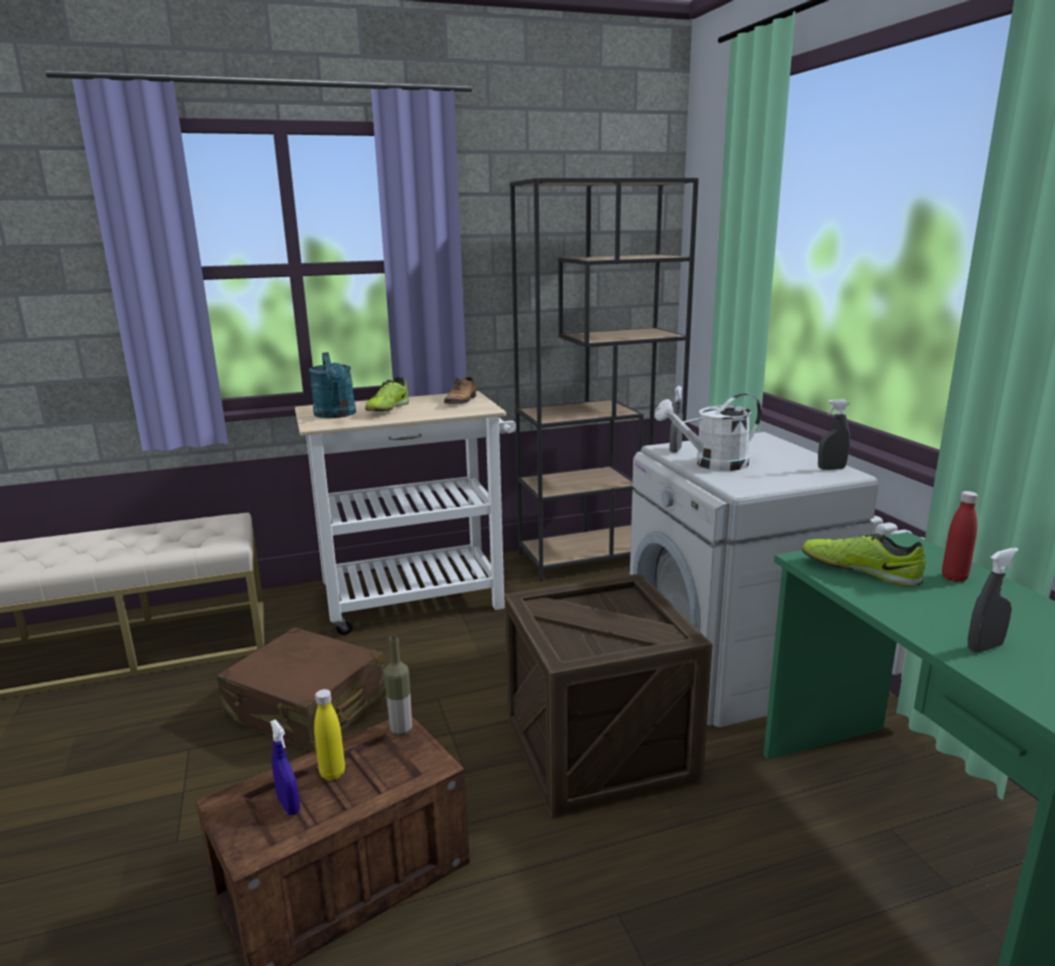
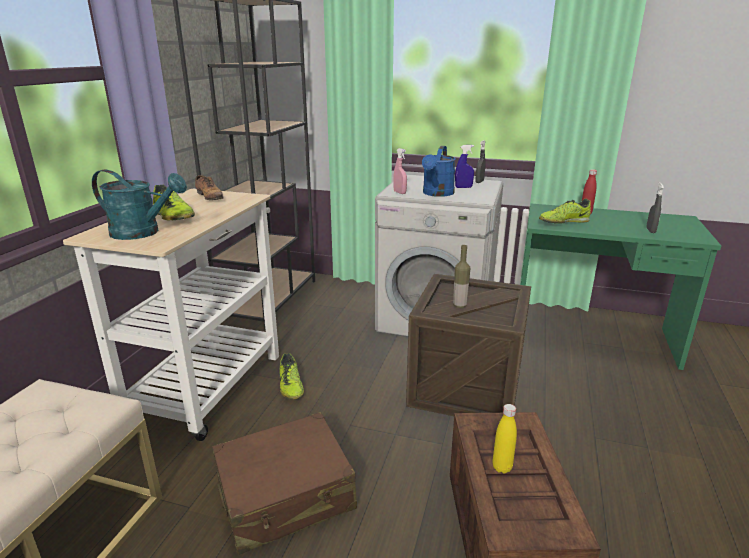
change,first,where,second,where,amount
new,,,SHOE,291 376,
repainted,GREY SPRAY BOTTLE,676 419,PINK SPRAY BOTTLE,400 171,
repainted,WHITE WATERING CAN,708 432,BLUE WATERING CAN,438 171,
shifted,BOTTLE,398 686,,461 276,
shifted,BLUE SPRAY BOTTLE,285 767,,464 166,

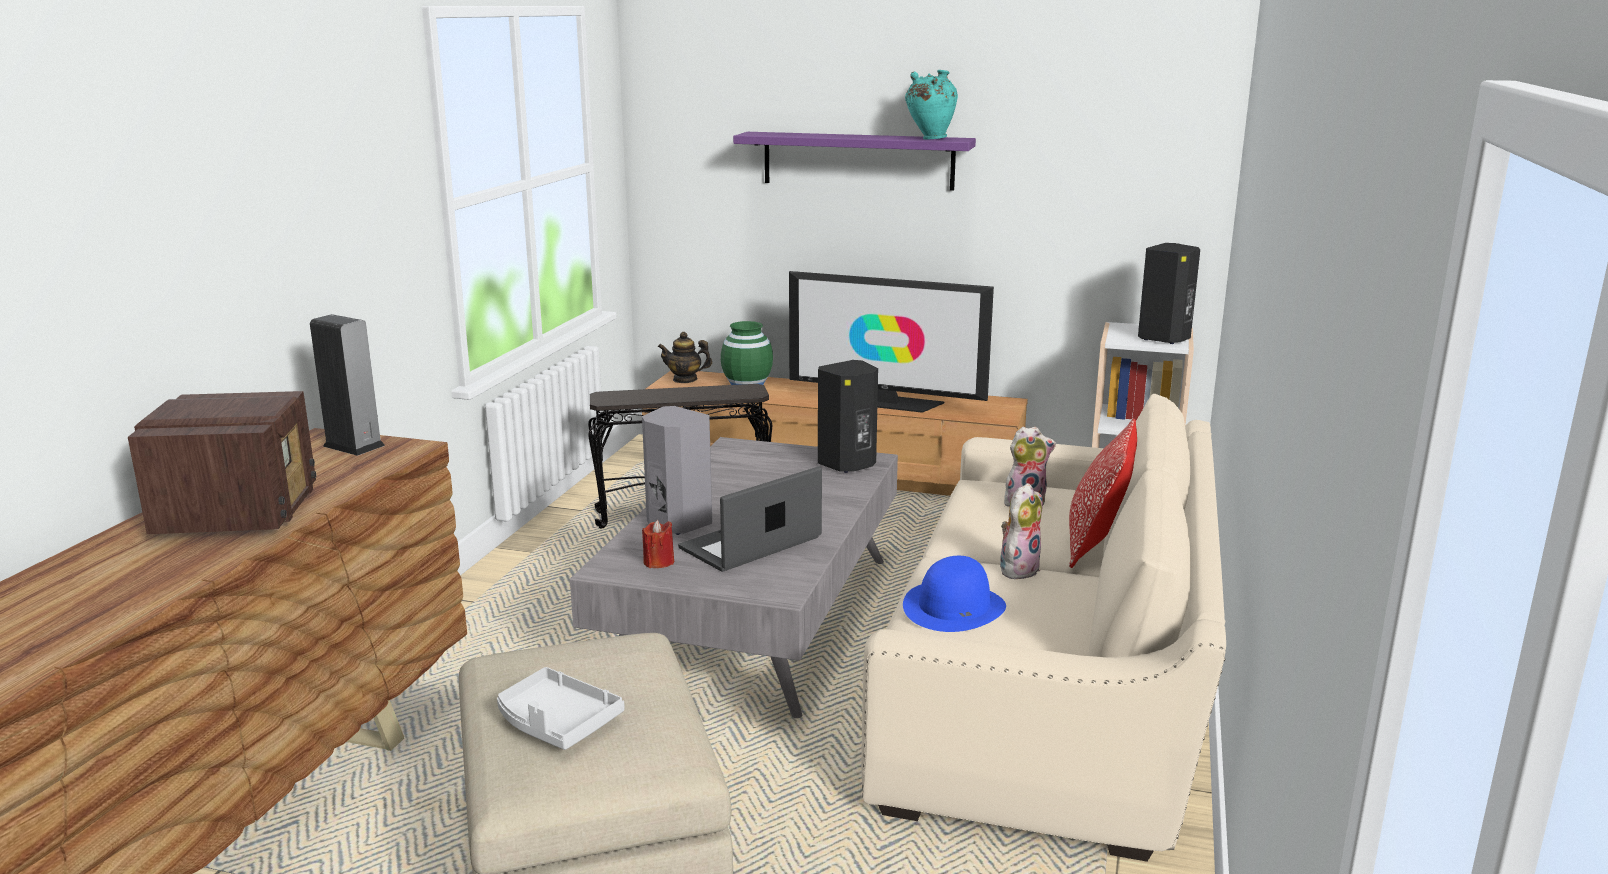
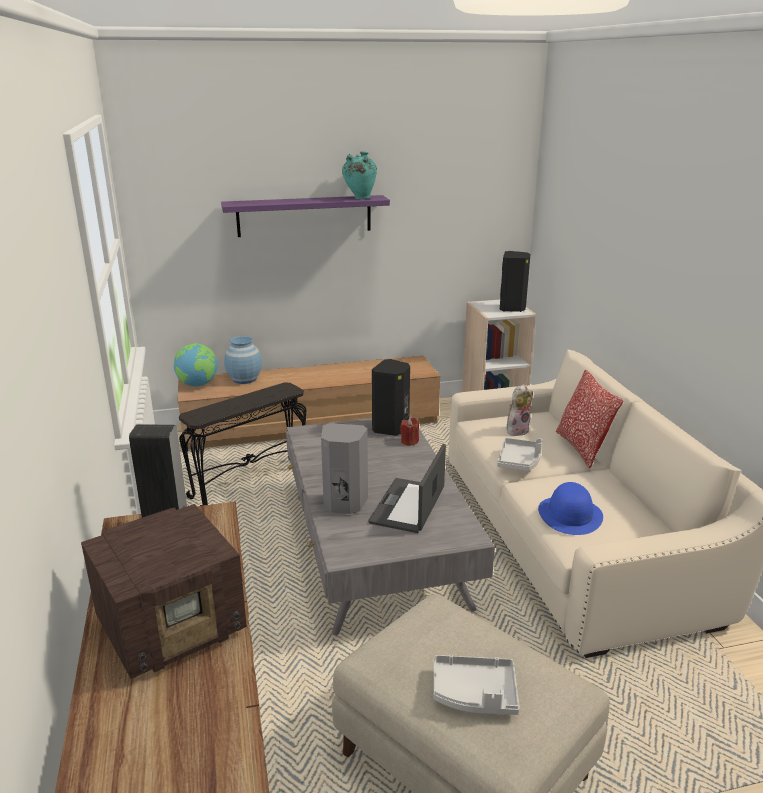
change,first,where,second,where,amount
rotated,RADIO,222 462,,164 591,90 degrees clockwise
swapped,TEAPOT,685 357,GLOBE,196 365,
repainted,GREEN VASE,747 353,BLUE VASE,243 360,
shifted,RED CANDLE,658 544,,409 431,
new,,,GREY TRAY,519 454,
gone,TELEVISION,891 342,,,
gone,PLUSH TOY,1021 531,,,

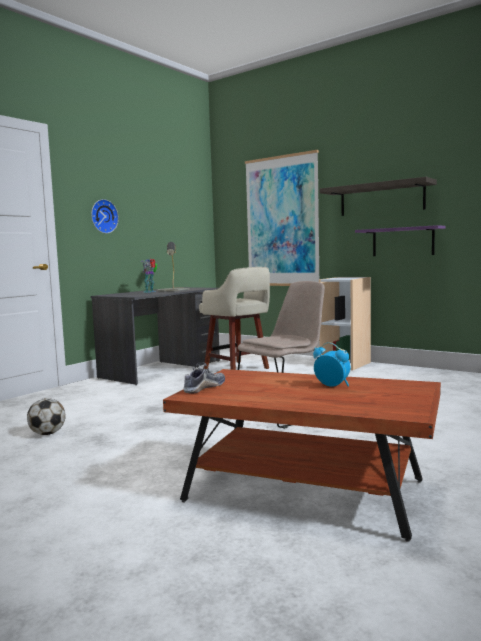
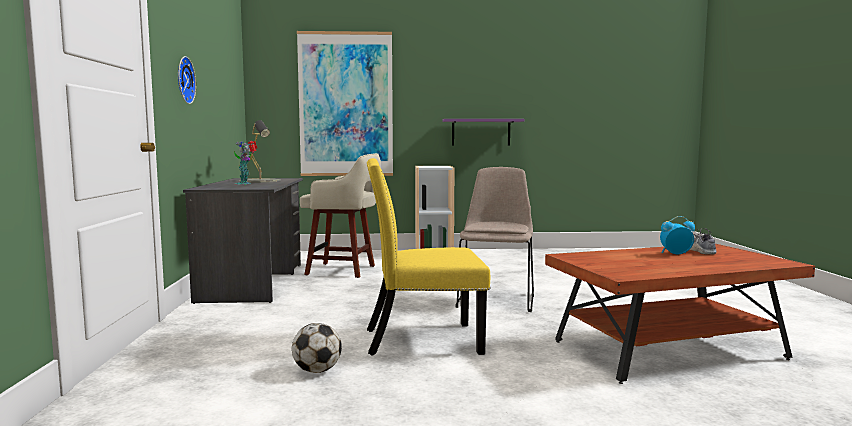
change,first,where,second,where,amount
new,,,YELLOW CHAIR,429 257,
shifted,SHOE,204 377,,703 241,
gone,SHELF,378 196,,,

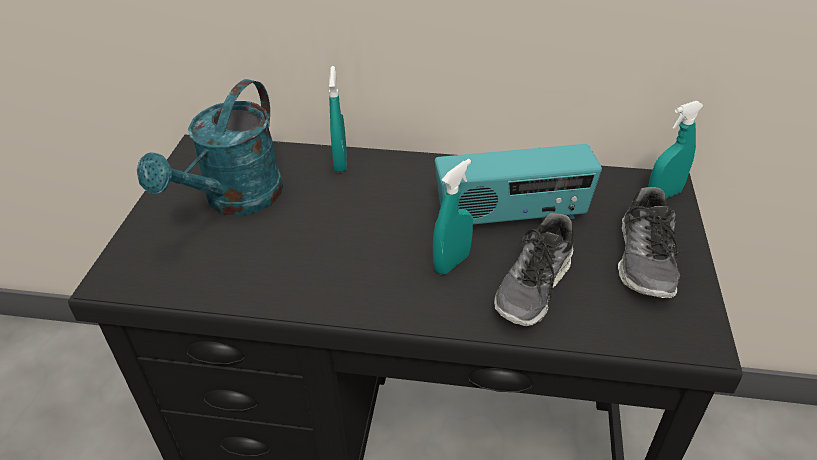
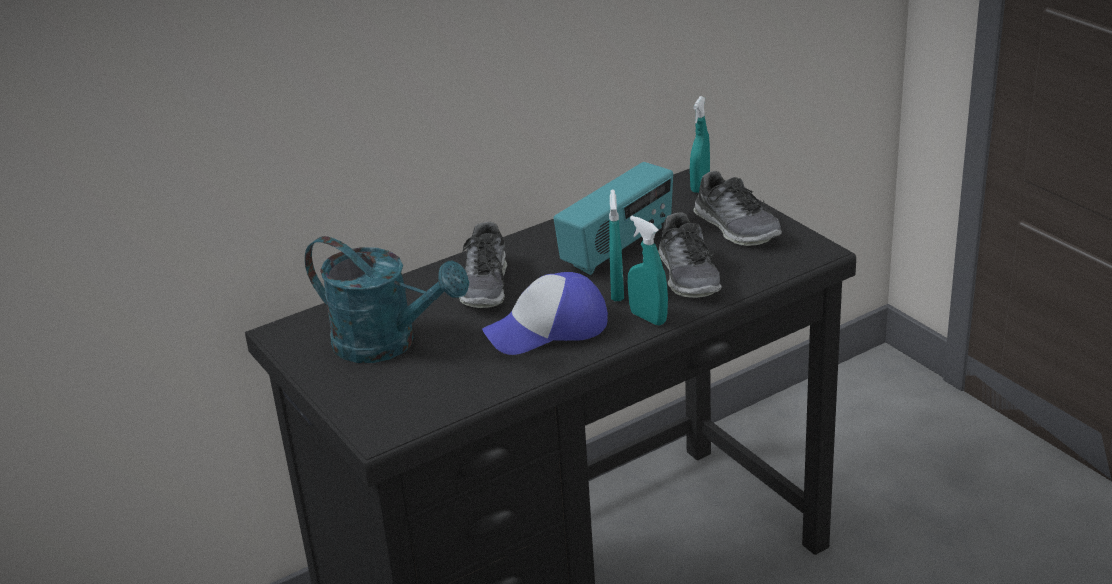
change,first,where,second,where,amount
rotated,TURQUOISE WATERING CAN,210 147,,387 299,45 degrees counterclockwise
new,,,SHOE,483 265,
new,,,CAP,545 313,
shifted,TURQUOISE SPRAY BOTTLE,338 119,,648 270,

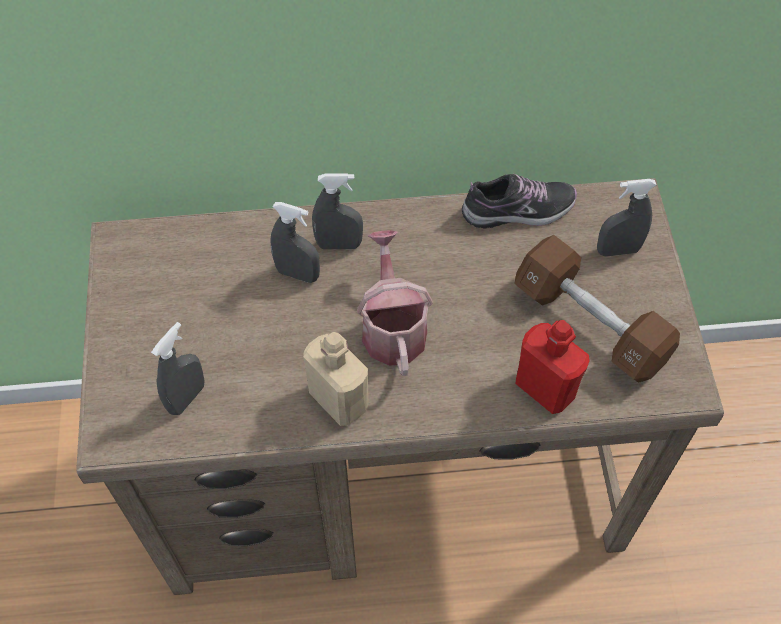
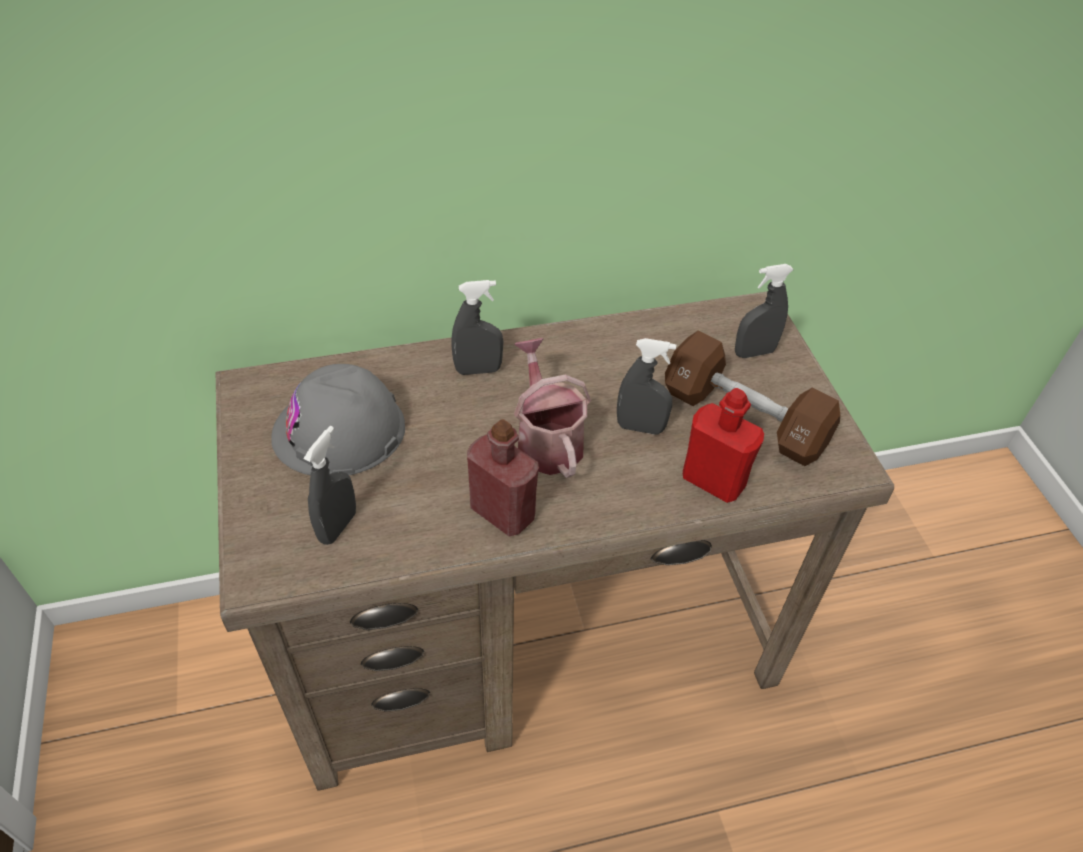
change,first,where,second,where,amount
new,,,GREY HARD HAT,338 420,
repainted,BEIGE BOTTLE,336 379,RED BOTTLE,503 477,
shifted,GREY SPRAY BOTTLE,295 242,,646 386,
gone,SHOE,519 201,,,

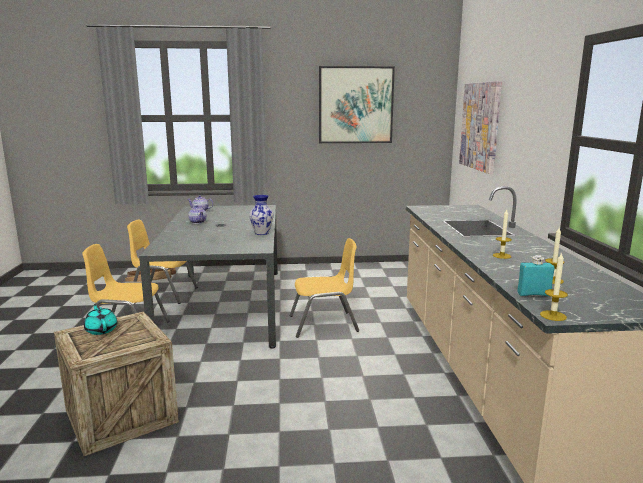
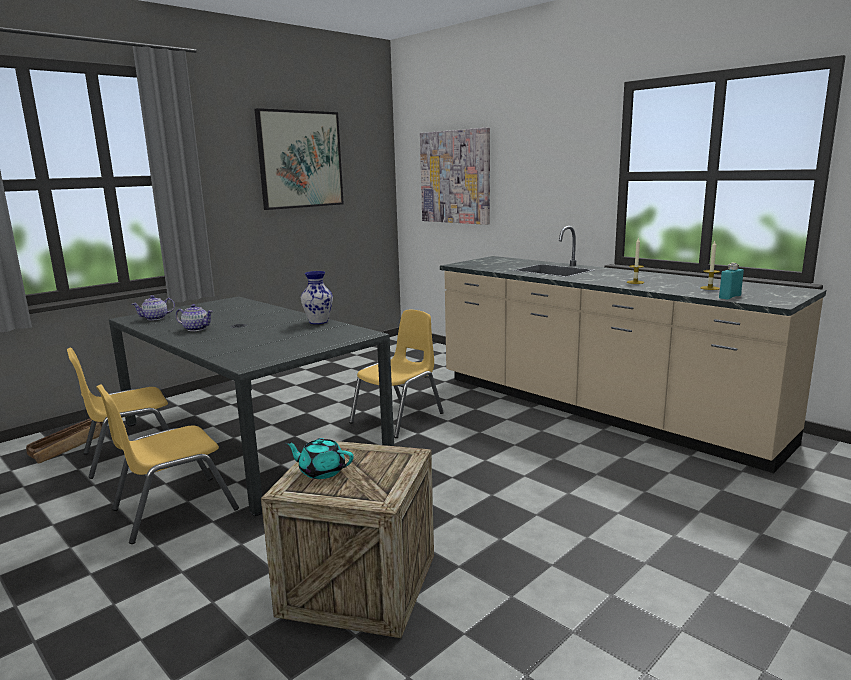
change,first,where,second,where,amount
gone,CANDLE,554 286,,,

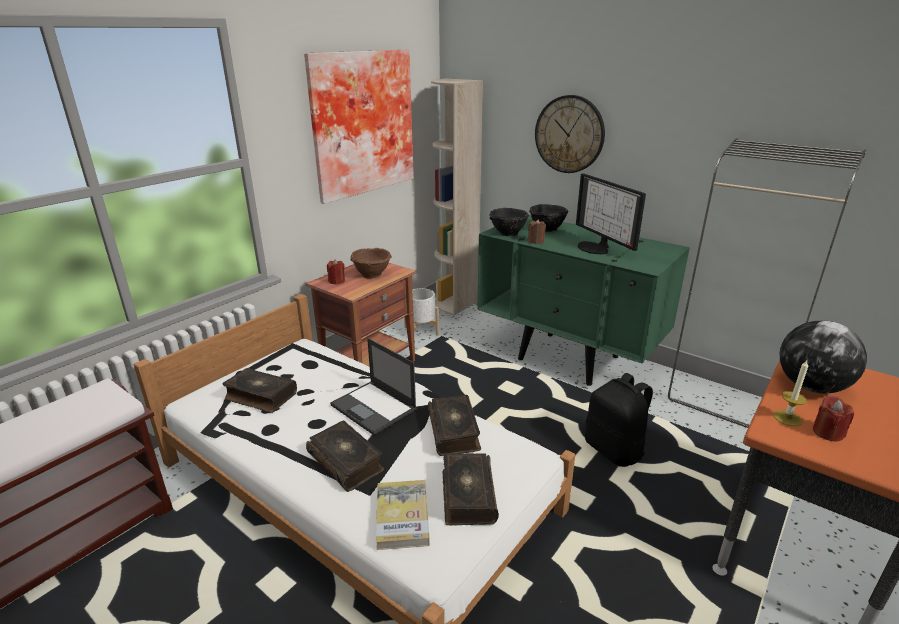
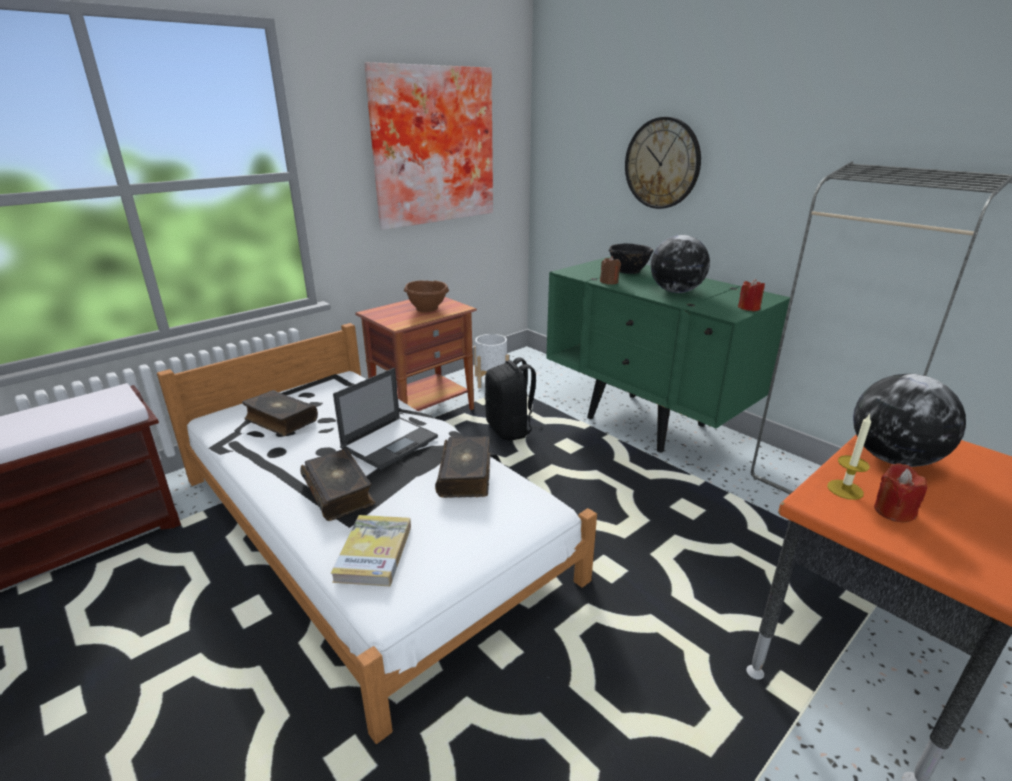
change,first,where,second,where,amount
rotated,LAPTOP,373 386,,385 419,105 degrees counterclockwise
shifted,BLACK BACKPACK,619 420,,513 399,
swapped,MONITOR,611 213,GLOBE,680 264,
shifted,RED CANDLE,336 272,,751 295,
gone,BEIGE BOOKCASE,457 198,,,
gone,BOOK,470 489,,,
gone,BLACK BOWL,509 222,,,

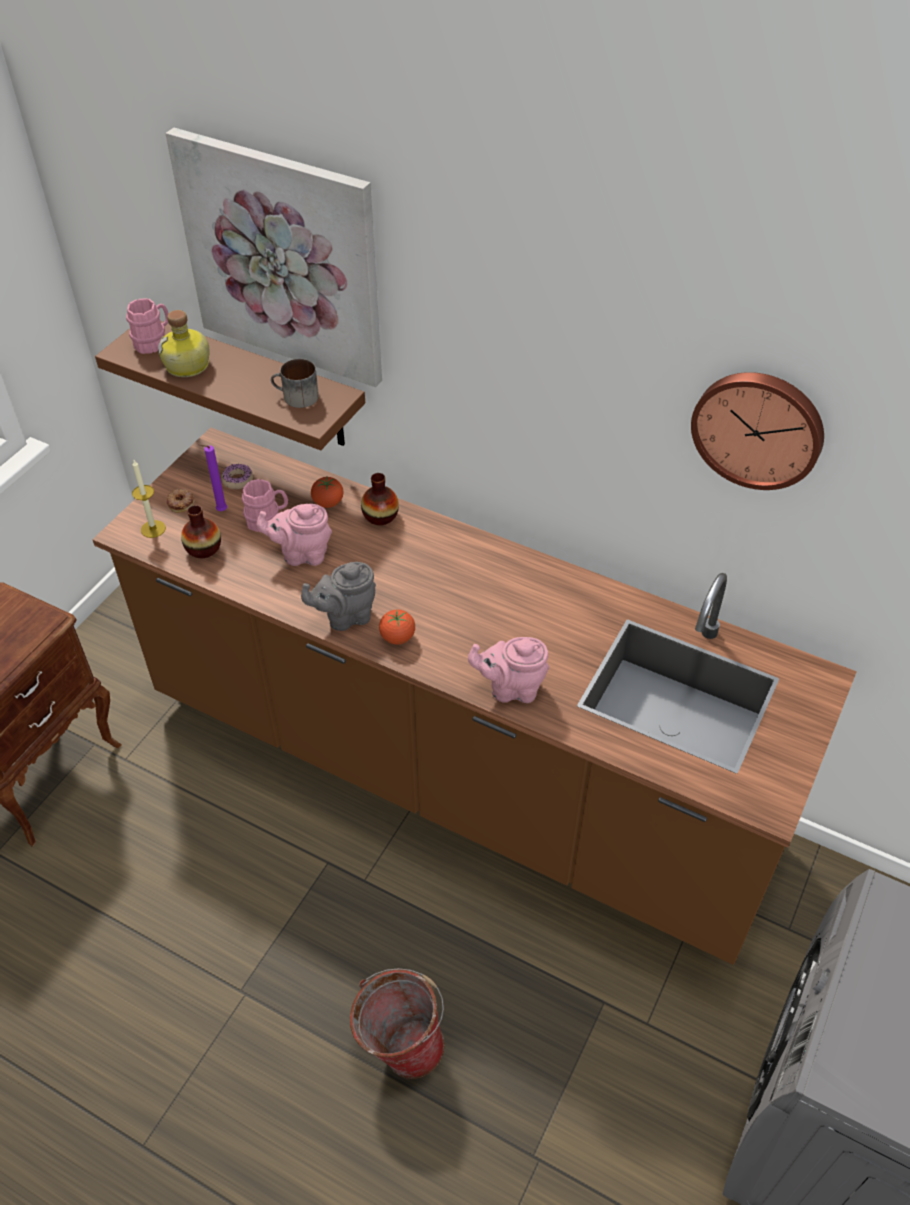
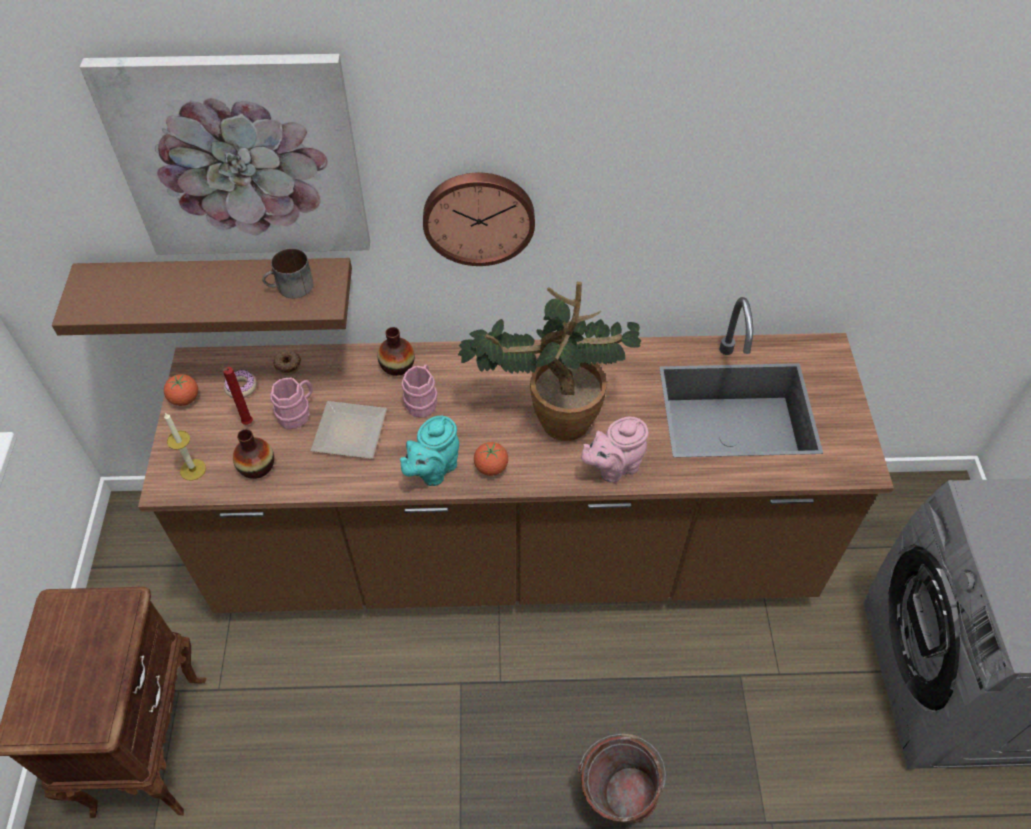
change,first,where,second,where,amount
shifted,TOMATO,327 492,,181 390,
repainted,PURPLE CANDLE,213 477,RED CANDLE,236 396,
shifted,DONUT,181 501,,287 362,
swapped,PINK TEAPOT,294 535,PLATE,349 430,
repainted,GREY TEAPOT,338 596,TURQUOISE TEAPOT,429 451,
shifted,PINK MUG,147 326,,419 391,
shifted,WALL CLOCK,757 431,,479 219,
new,,,POTTED PLANT,549 361,
gone,BOTTLE,183 343,,,

